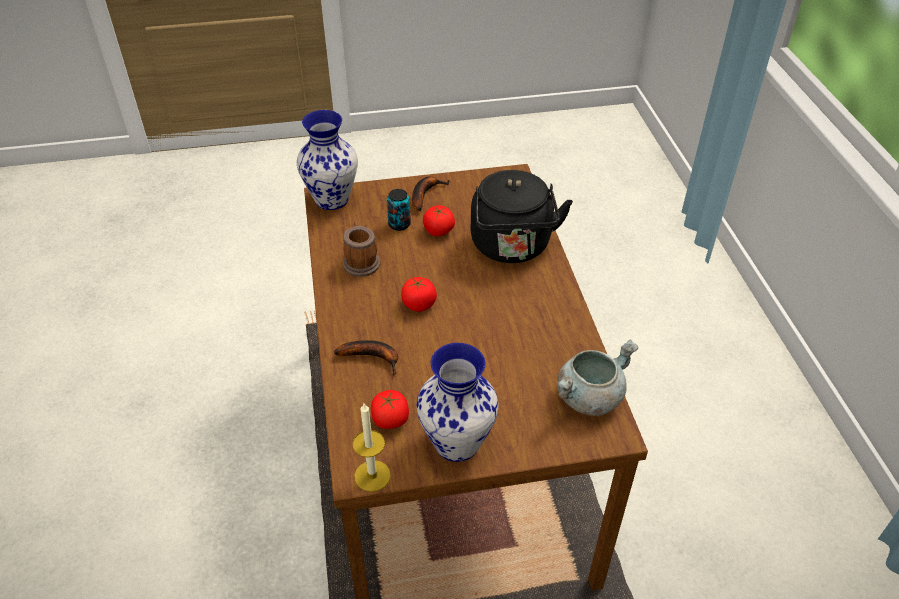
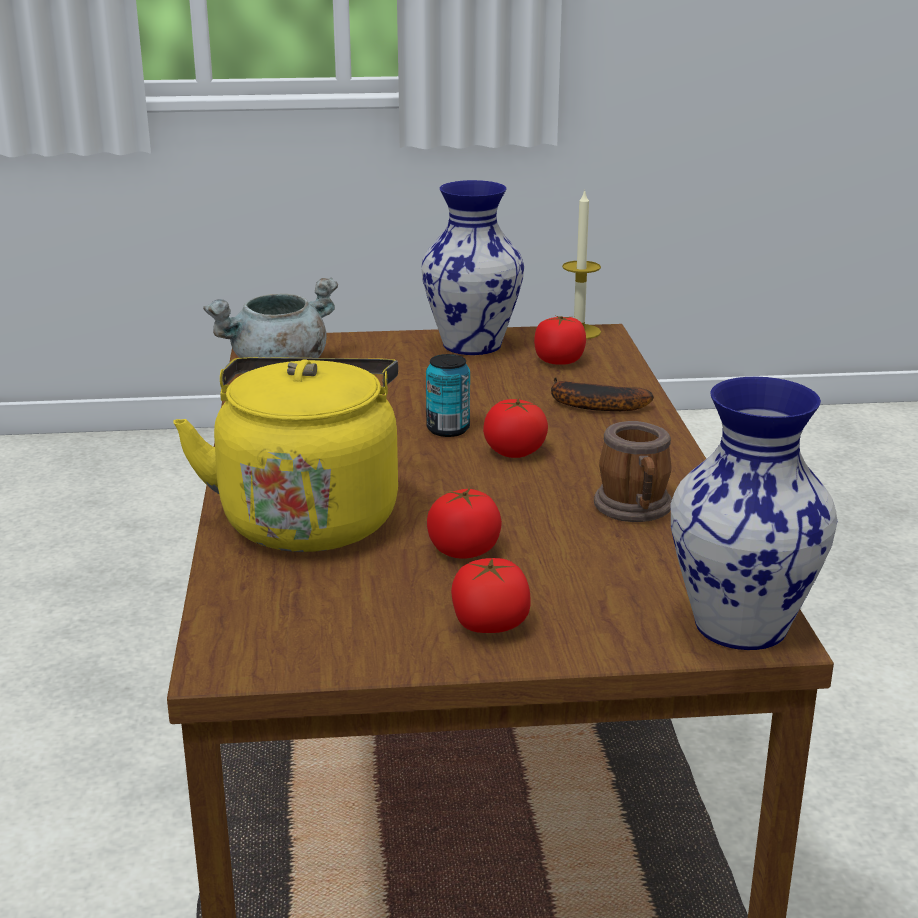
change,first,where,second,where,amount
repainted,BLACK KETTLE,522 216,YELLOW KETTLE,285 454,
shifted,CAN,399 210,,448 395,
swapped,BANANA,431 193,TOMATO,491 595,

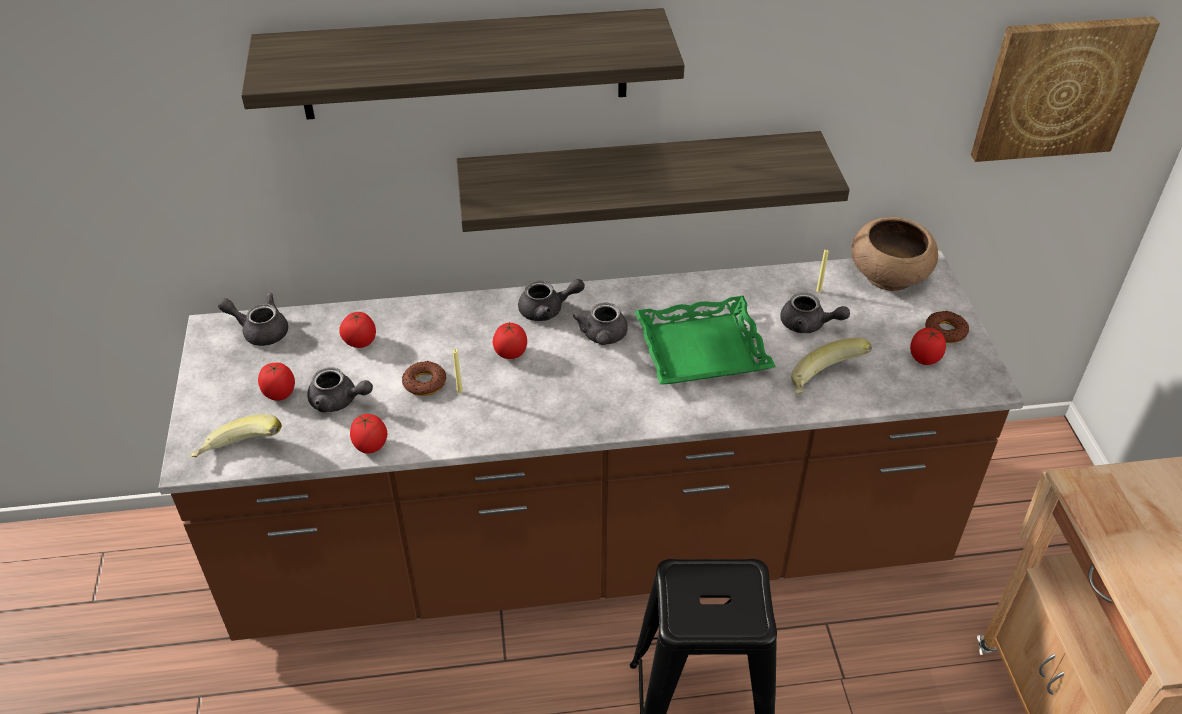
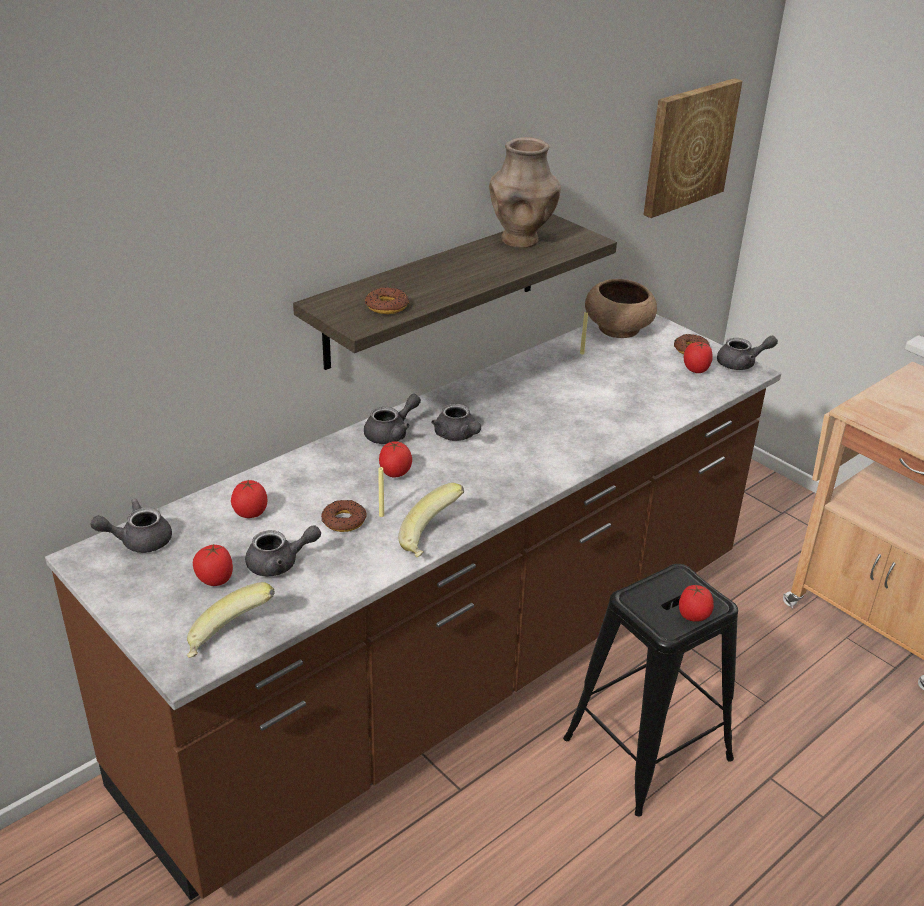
change,first,where,second,where,amount
new,,,DONUT,387 300,
shifted,BANANA,831 366,,431 520,
new,,,BROWN VASE,525 192,
shifted,TOMATO,368 434,,696 603,
shifted,GREY TEAPOT,815 312,,747 353,
gone,SHELF,463 64,,,
gone,GREEN TRAY,705 340,,,

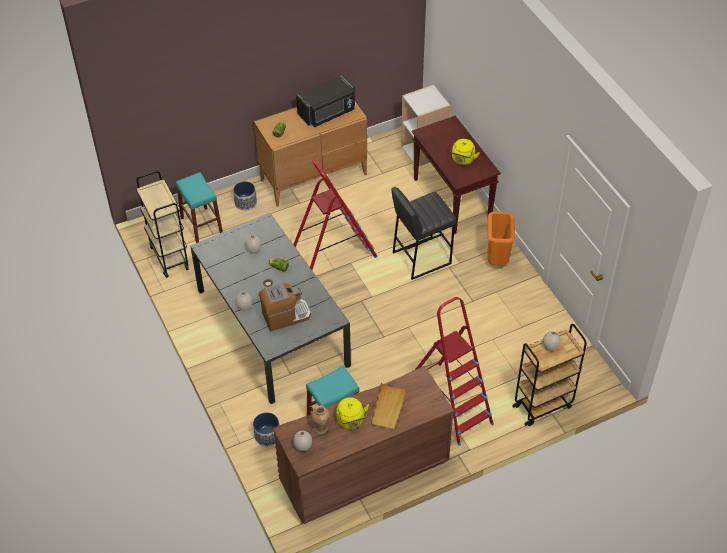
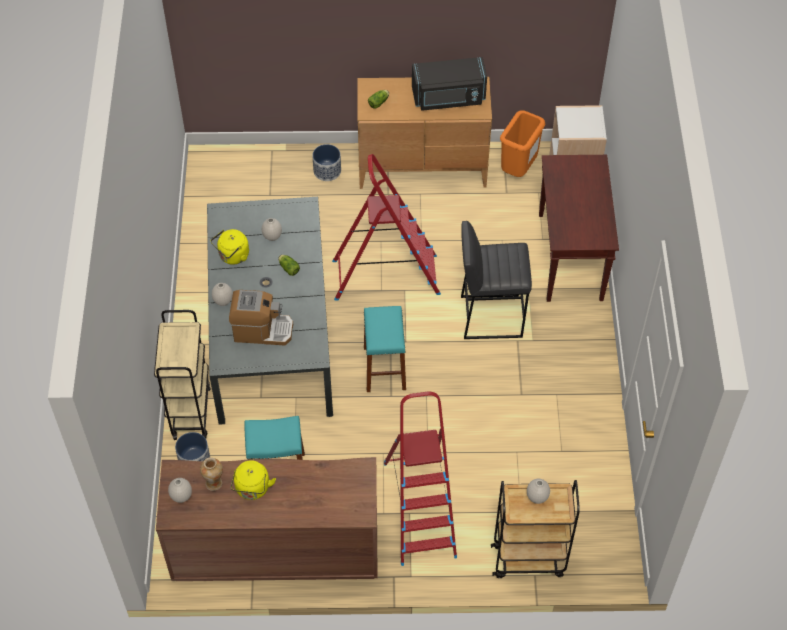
change,first,where,second,where,amount
shifted,BEIGE CART,162 224,,182 375,
shifted,YELLOW KETTLE,465 152,,230 247,
shifted,TURQUOISE STOOL,199 207,,385 349,
shifted,ORANGE TRASH CAN,501 238,,522 143,
gone,BEIGE TRAY,389 406,,,

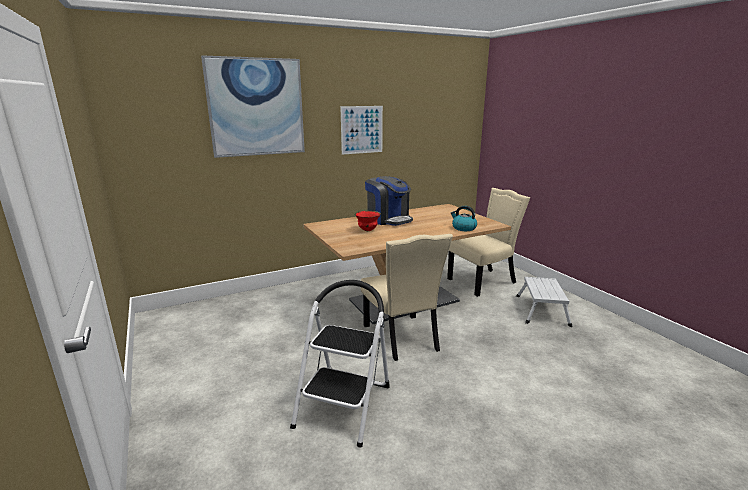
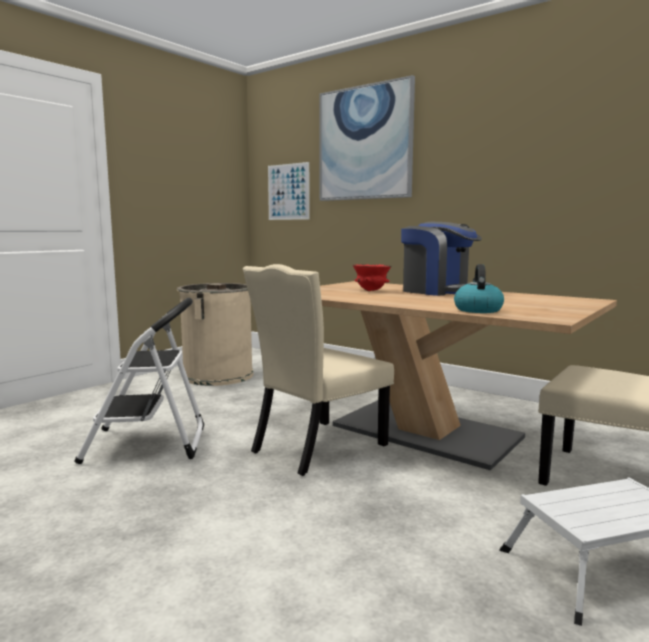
change,first,where,second,where,amount
new,,,BEIGE TRASH CAN,215 334,
shifted,PICTURE,361 130,,289 191,
rotated,COFFEE MACHINE,389 201,,441 259,75 degrees counterclockwise

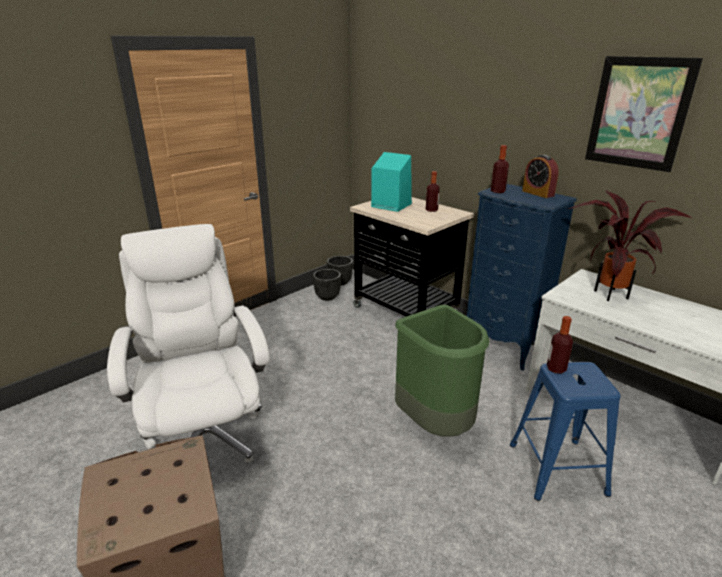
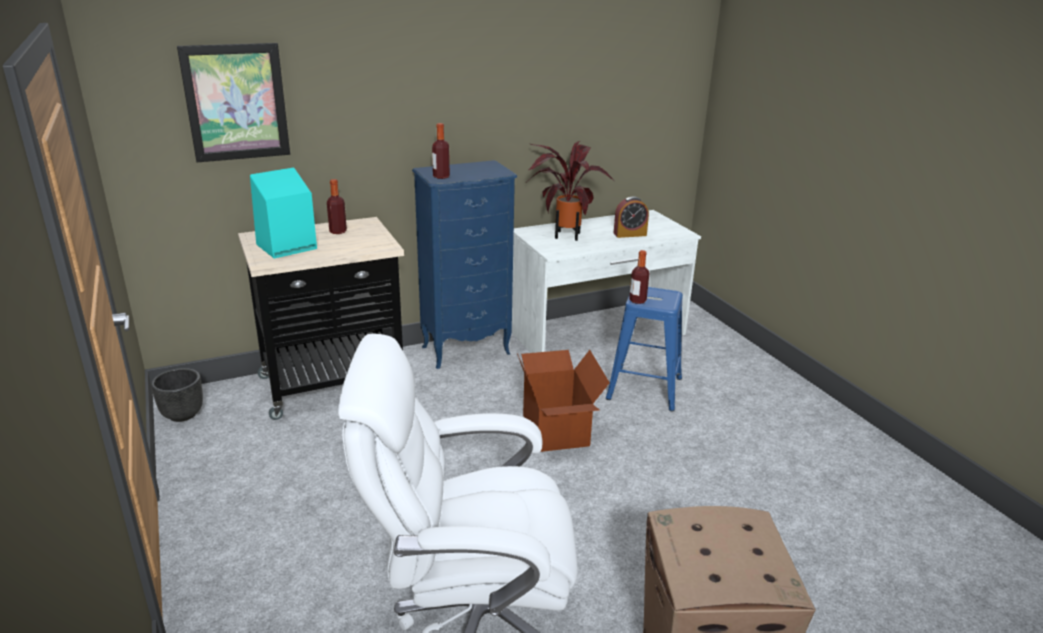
change,first,where,second,where,amount
shifted,PICTURE,644 114,,233 102,
swapped,GREEN TRASH CAN,442 371,CARDBOARD BOX,563 401,
shifted,ALARM CLOCK,540 176,,631 217,
gone,BLACK PLANTER,327 285,,,

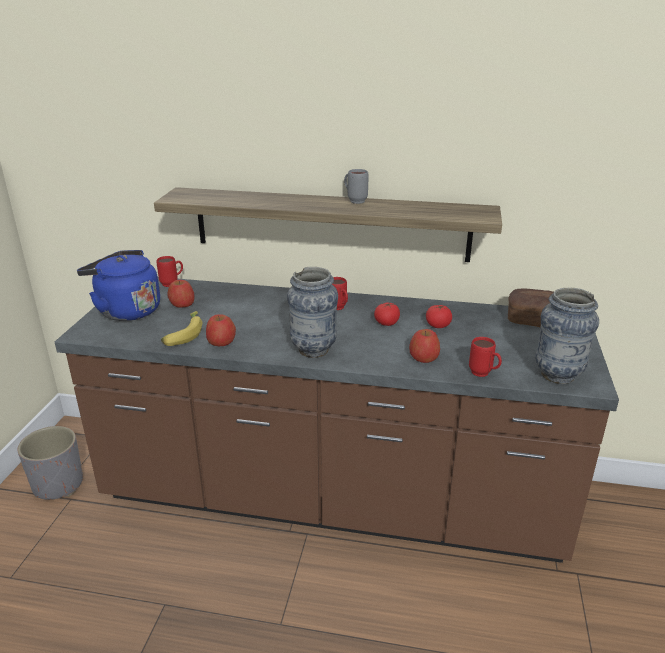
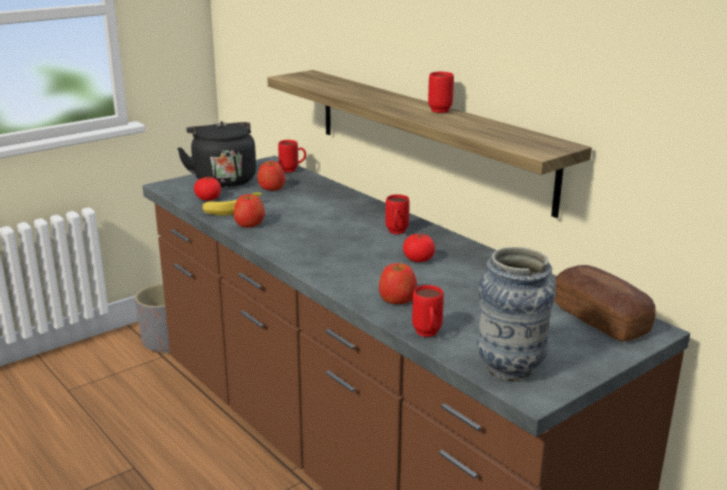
change,first,where,second,where,amount
repainted,BLUE KETTLE,118 285,BLACK KETTLE,216 154,
shifted,TOMATO,439 316,,207 189,
repainted,GREY MUG,356 186,RED MUG,441 92,
gone,VASE,312 312,,,

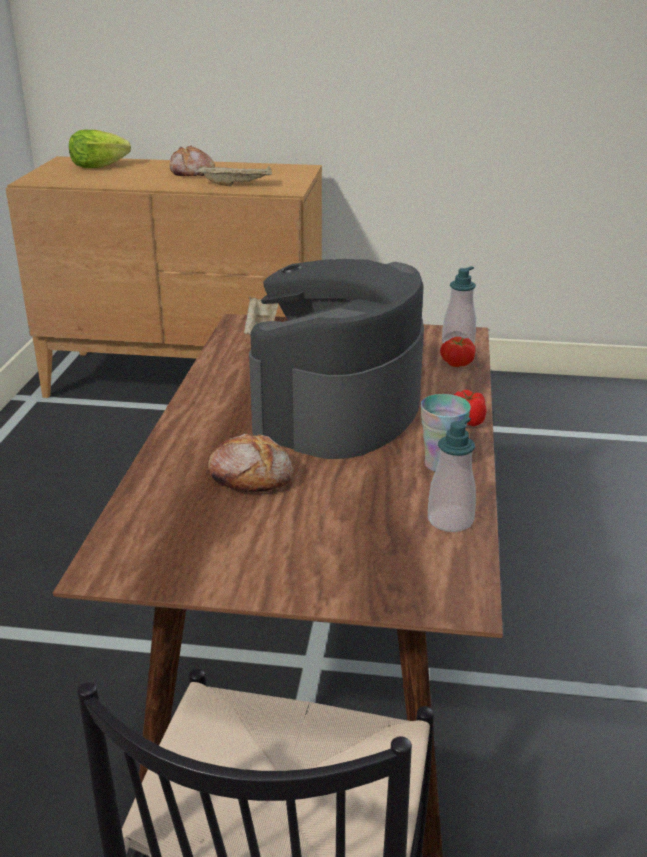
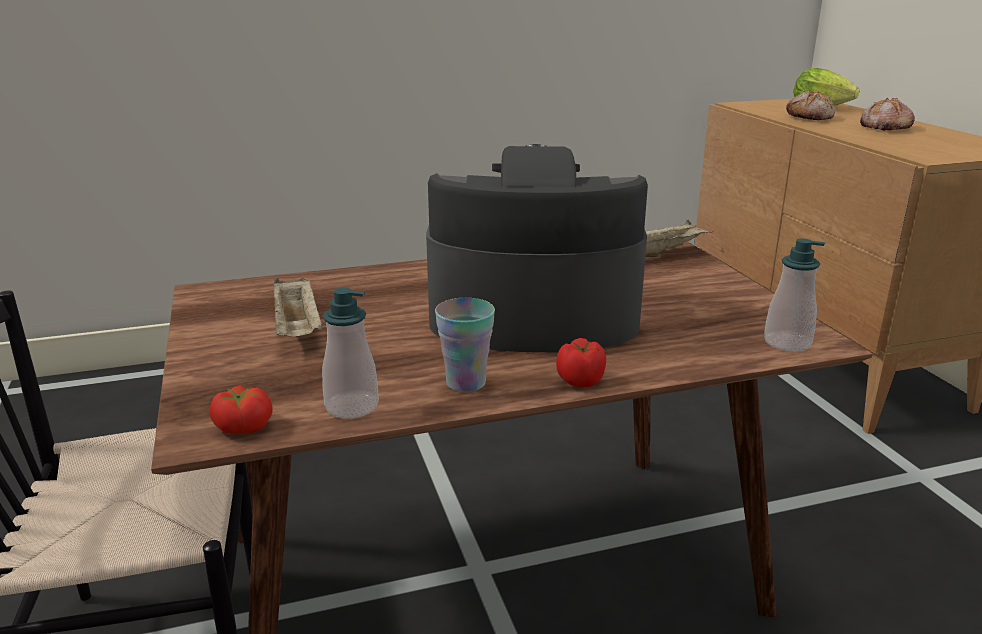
change,first,where,second,where,amount
shifted,TOMATO,457 352,,241 409,
shifted,BEIGE TRAY,233 176,,298 307,
shifted,BREAD,250 462,,810 105,

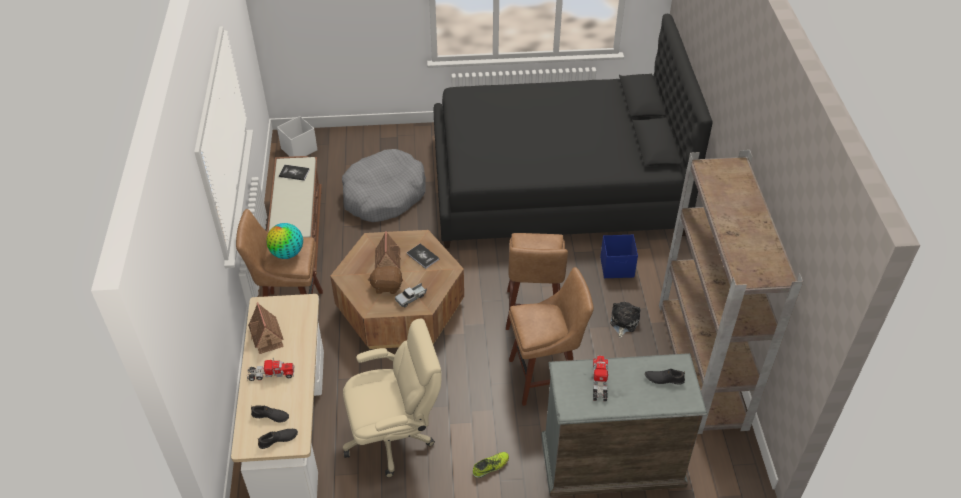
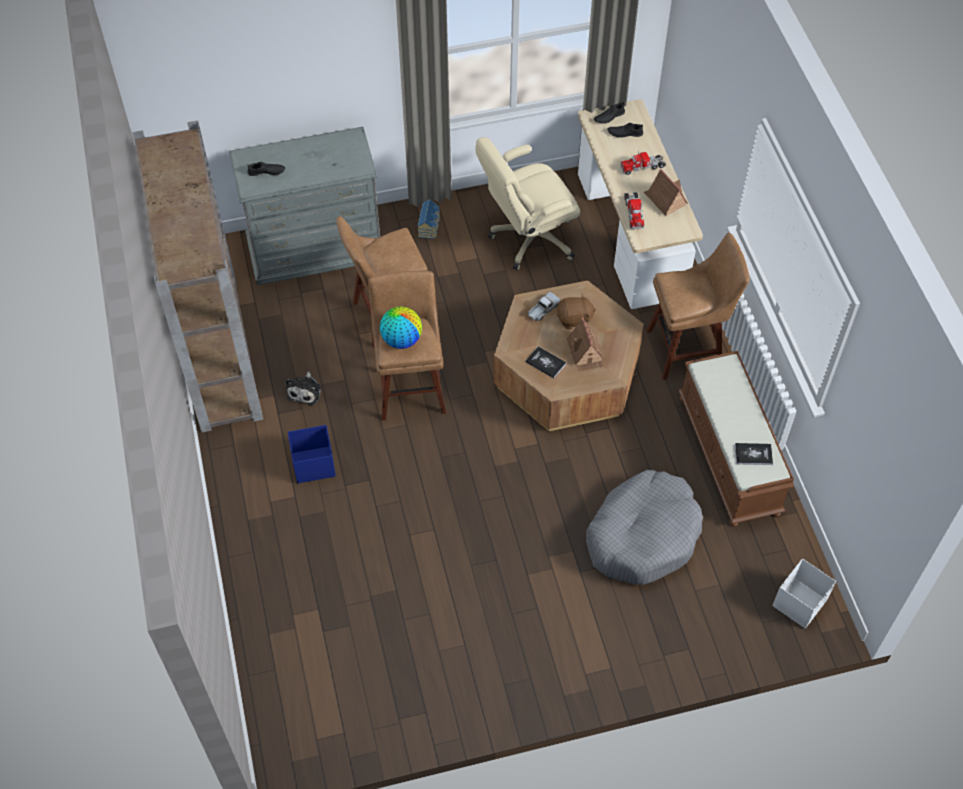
change,first,where,second,where,amount
shifted,GLOBE,284 241,,401 328,
swapped,SHOE,491 465,TOY HOUSE,428 219,
shifted,TOY TRUCK,600 378,,634 210,
gone,BLACK BED,573 130,,,

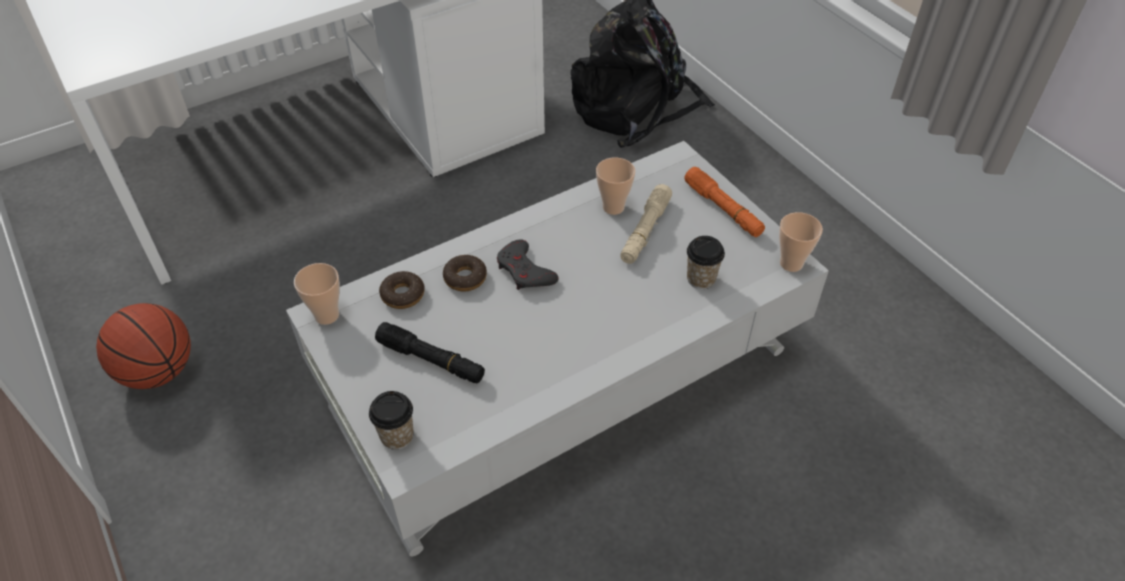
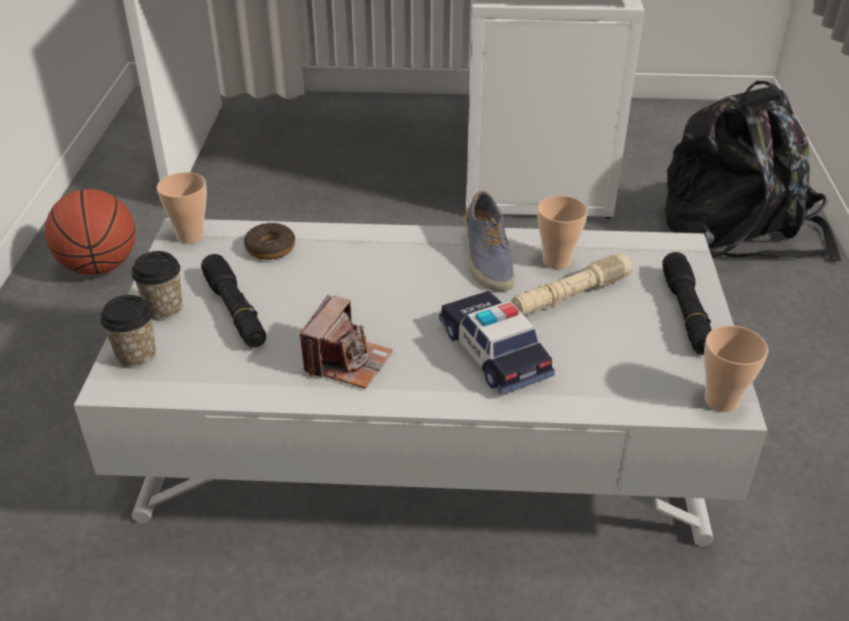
change,first,where,second,where,amount
shifted,CUP,706 262,,157 286,
new,,,PHOTO CAMERA,346 341,
new,,,TOY CAR,497 343,
new,,,SHOE,489 241,
repainted,ORANGE FLASHLIGHT,724 202,BLACK FLASHLIGHT,687 303,
gone,DONUT,465 273,,,
gone,GREY GAME CONTROLLER,528 264,,,

